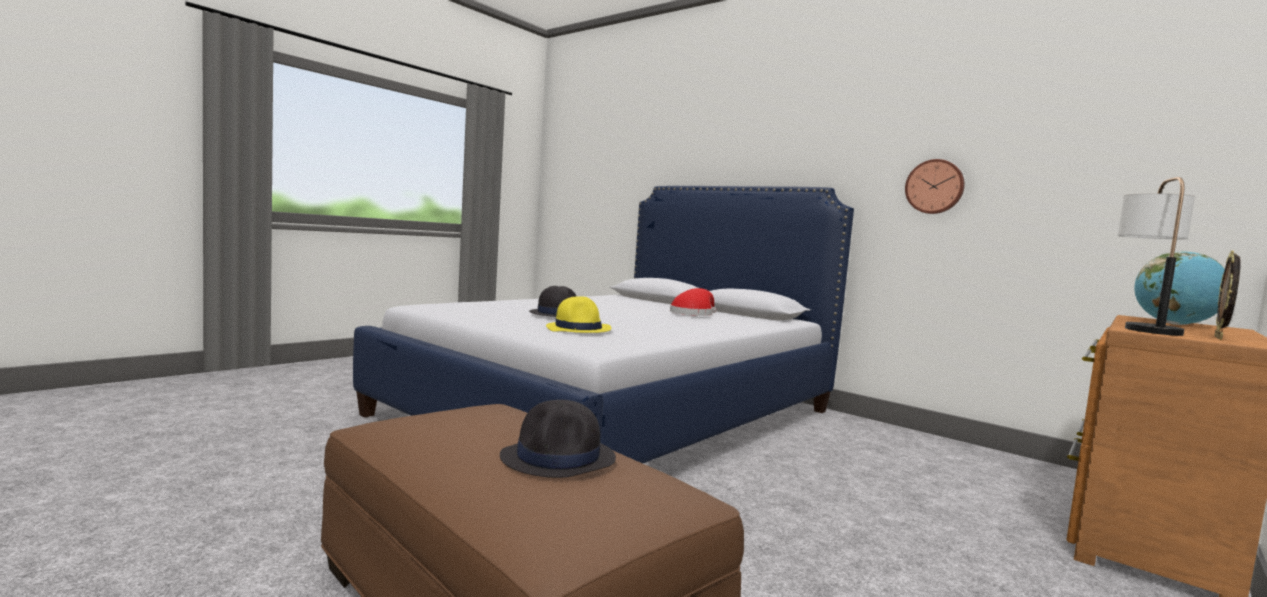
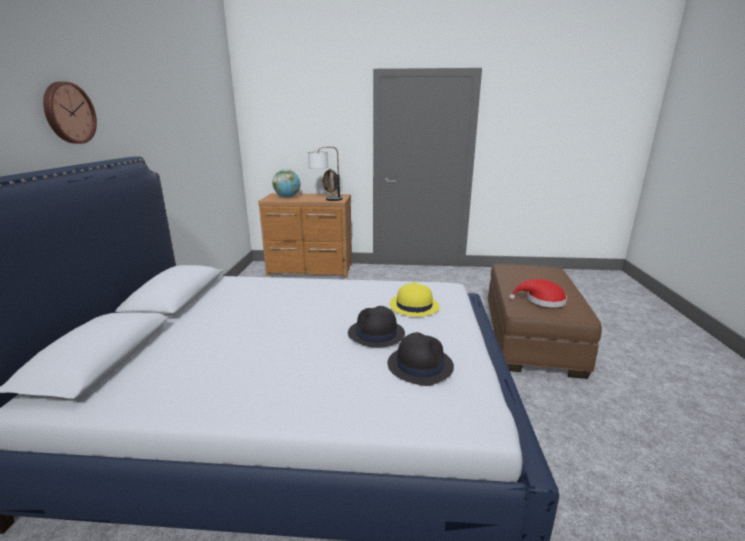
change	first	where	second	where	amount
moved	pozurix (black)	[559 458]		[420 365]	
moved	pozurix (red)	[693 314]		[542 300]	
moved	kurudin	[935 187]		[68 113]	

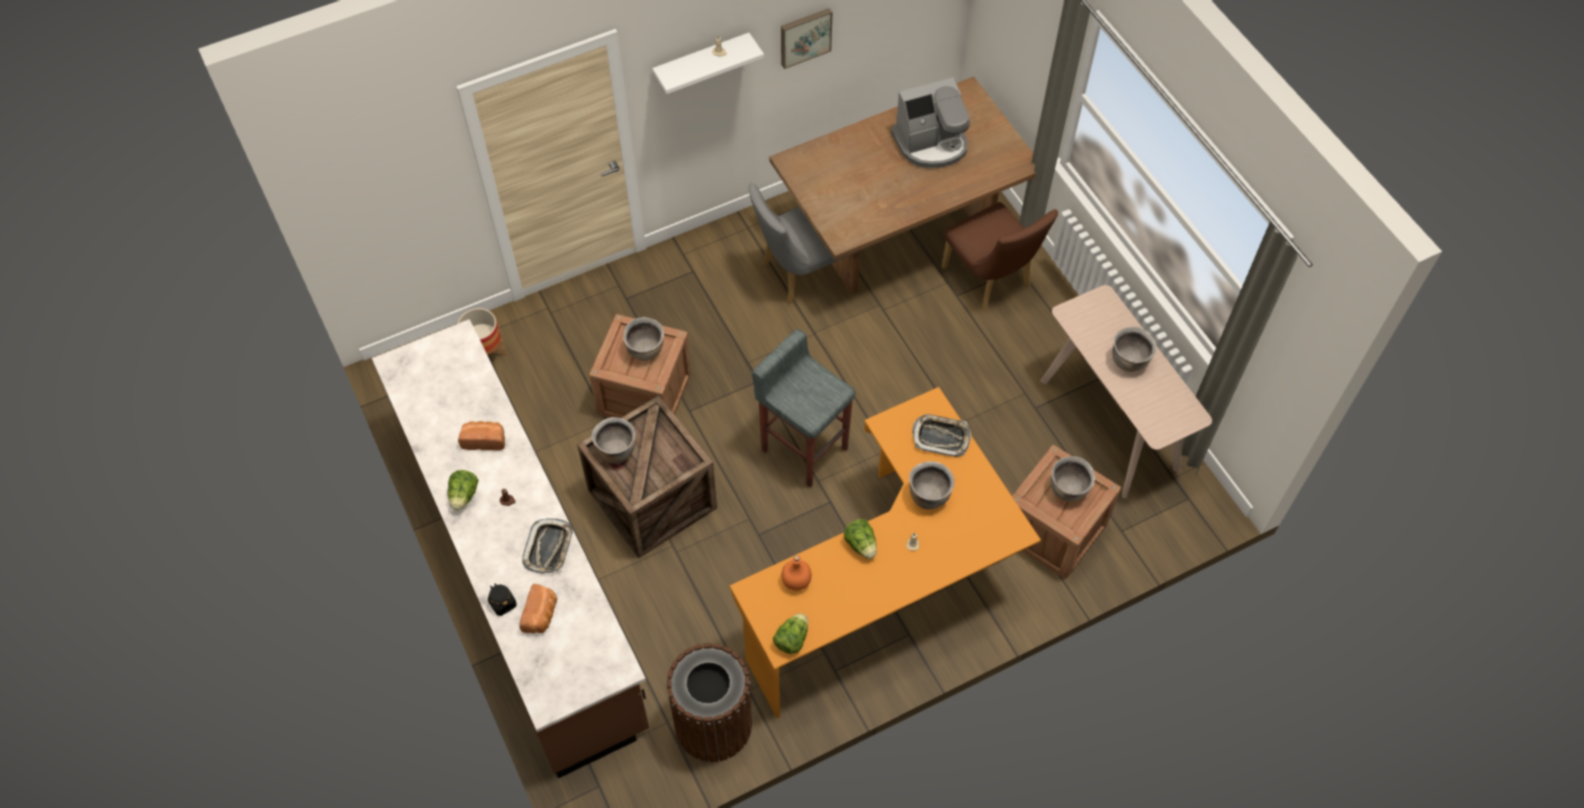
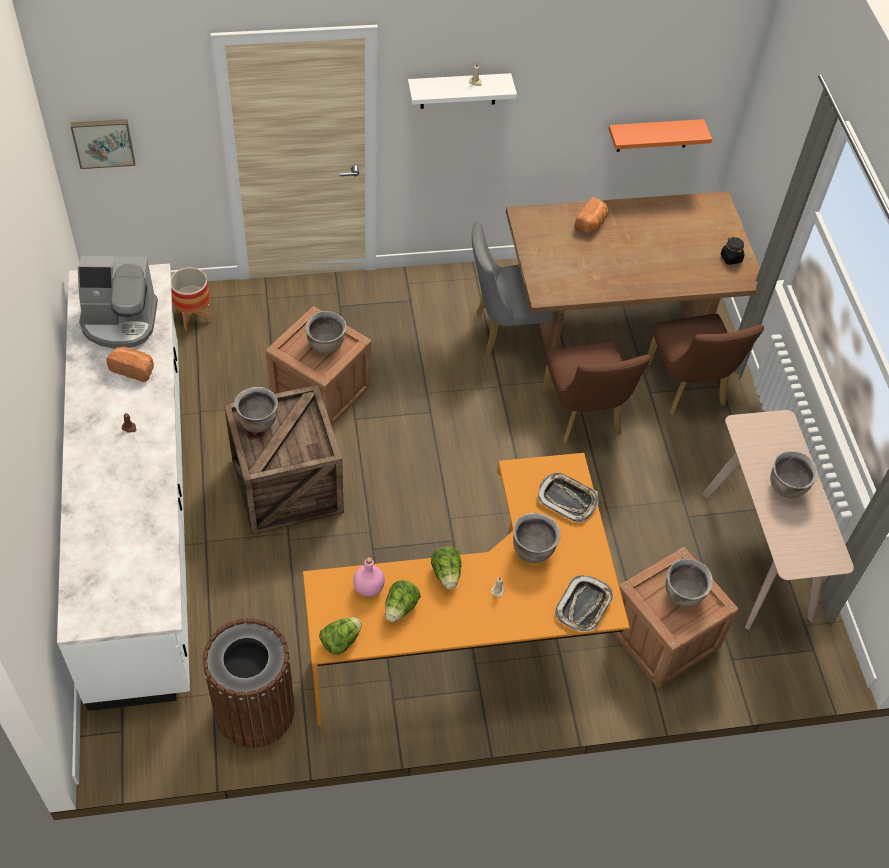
change	first	where	second	where	amount
recoloured	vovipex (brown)	[522 572]	vovipex (white)	[140 513]	
moved	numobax	[464 496]		[400 608]	
moved	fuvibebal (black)	[503 603]		[731 258]	
moved	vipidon	[541 615]		[591 224]	
moved	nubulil	[549 548]		[584 606]	
removed	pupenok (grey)	[804 448]			
moved	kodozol	[805 36]		[103 142]	
recoloured	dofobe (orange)	[796 580]	dofobe (pink)	[369 587]	
moved	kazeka	[931 143]		[120 322]	
added			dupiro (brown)	[584 417]	
added			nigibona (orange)	[653 135]	

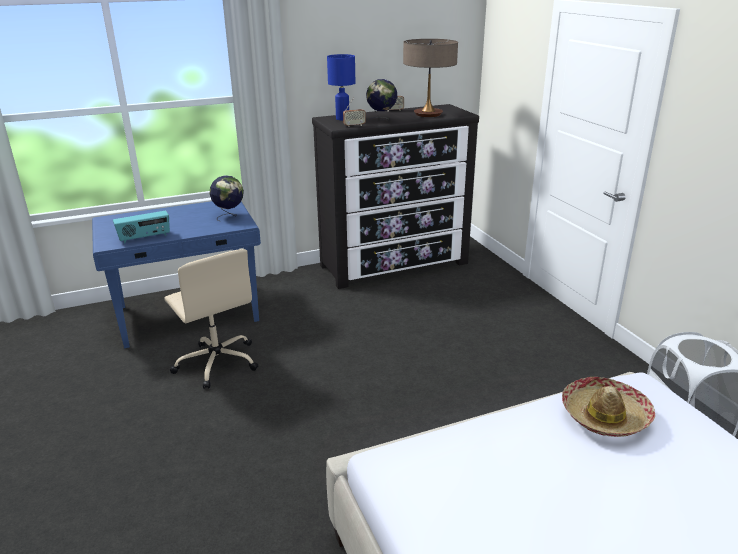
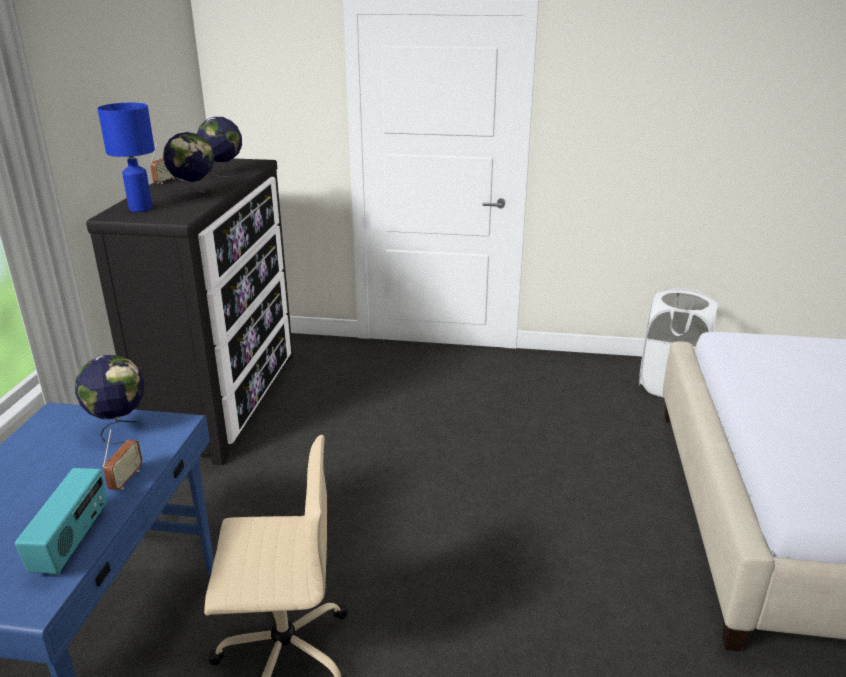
change	first	where	second	where	amount
moved	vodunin	[354 125]		[126 479]	
replaced	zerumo	[428 114]	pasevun	[223 173]	
removed	pozurix	[605 415]			

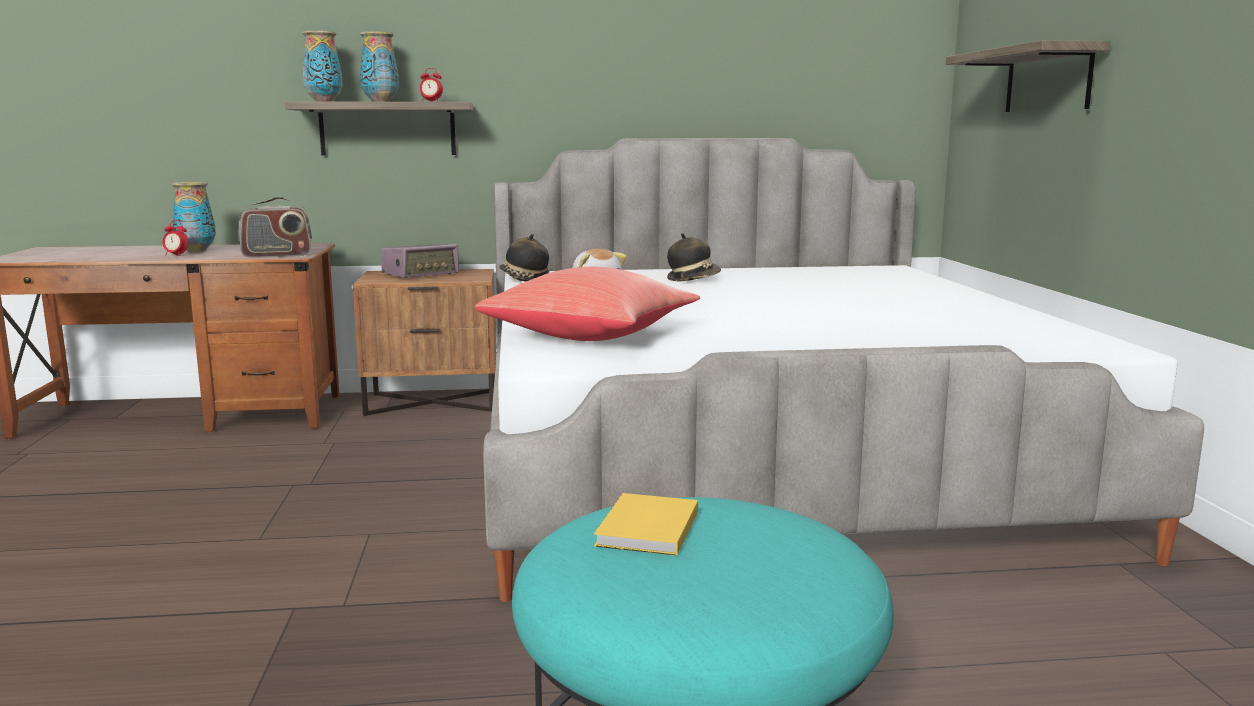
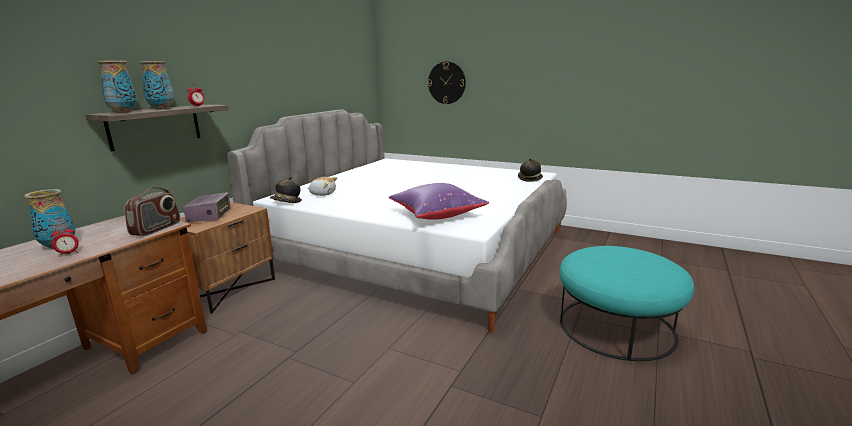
change	first	where	second	where	amount
recoloured	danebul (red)	[592 337]	danebul (purple)	[436 215]	
removed	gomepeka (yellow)	[645 530]			
moved	pozurix	[693 279]		[530 179]	
replaced	nigibona	[1048 80]	kurudin	[446 82]	

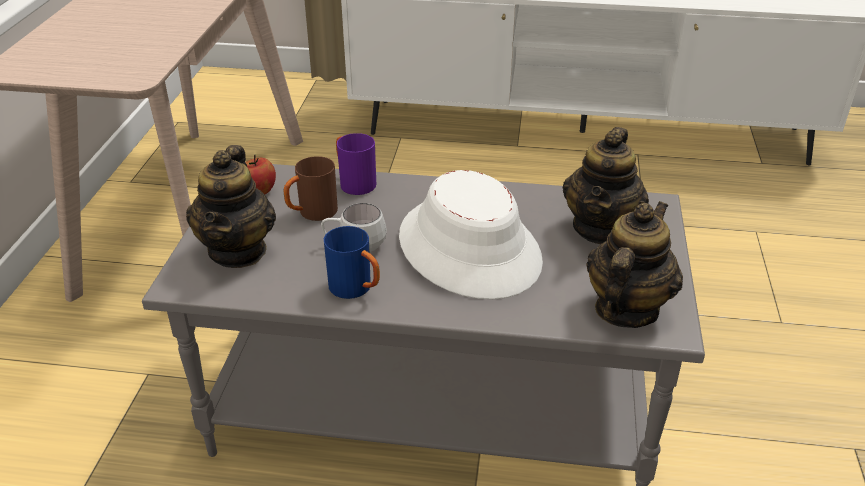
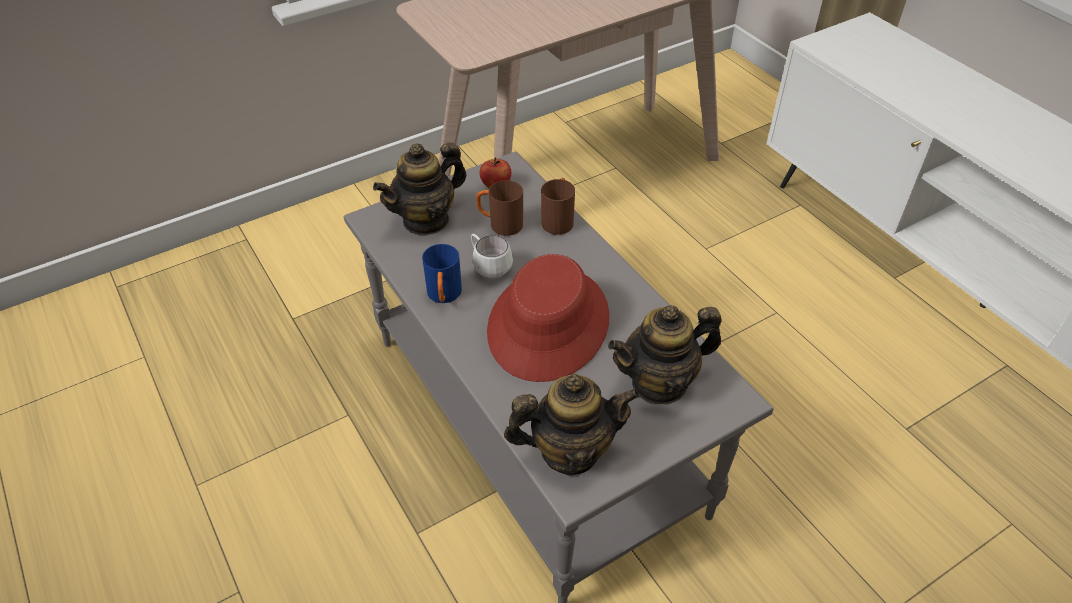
change	first	where	second	where	amount
recoloured	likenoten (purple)	[353 183]	likenoten (brown)	[558 220]	
recoloured	pozurix (white)	[470 248]	pozurix (red)	[549 324]	

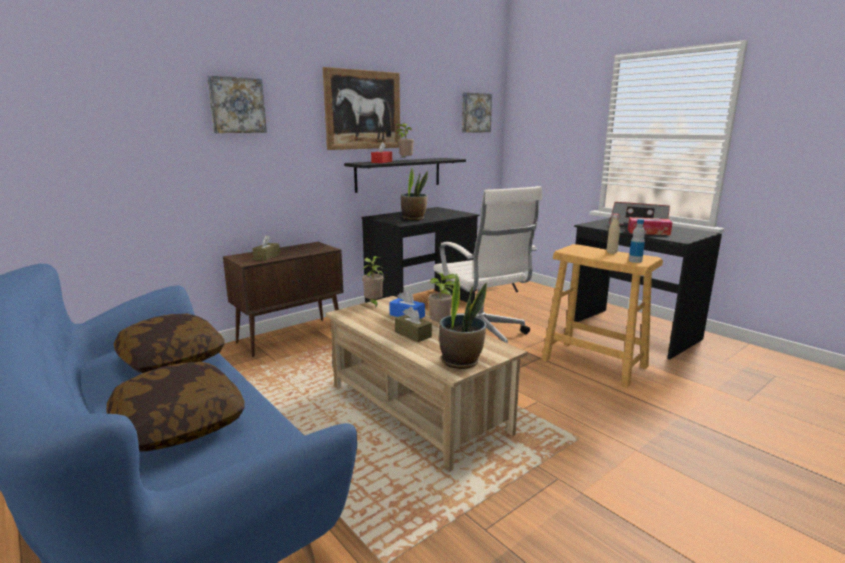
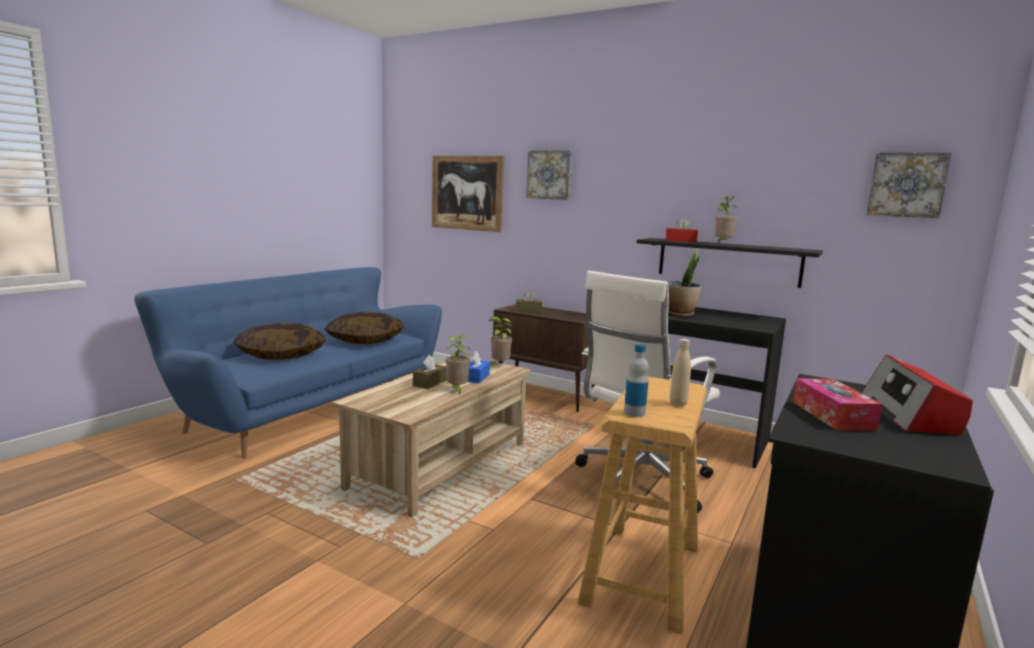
change	first	where	second	where	amount
moved	kodozol	[363 110]		[467 193]	
removed	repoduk	[461 361]			

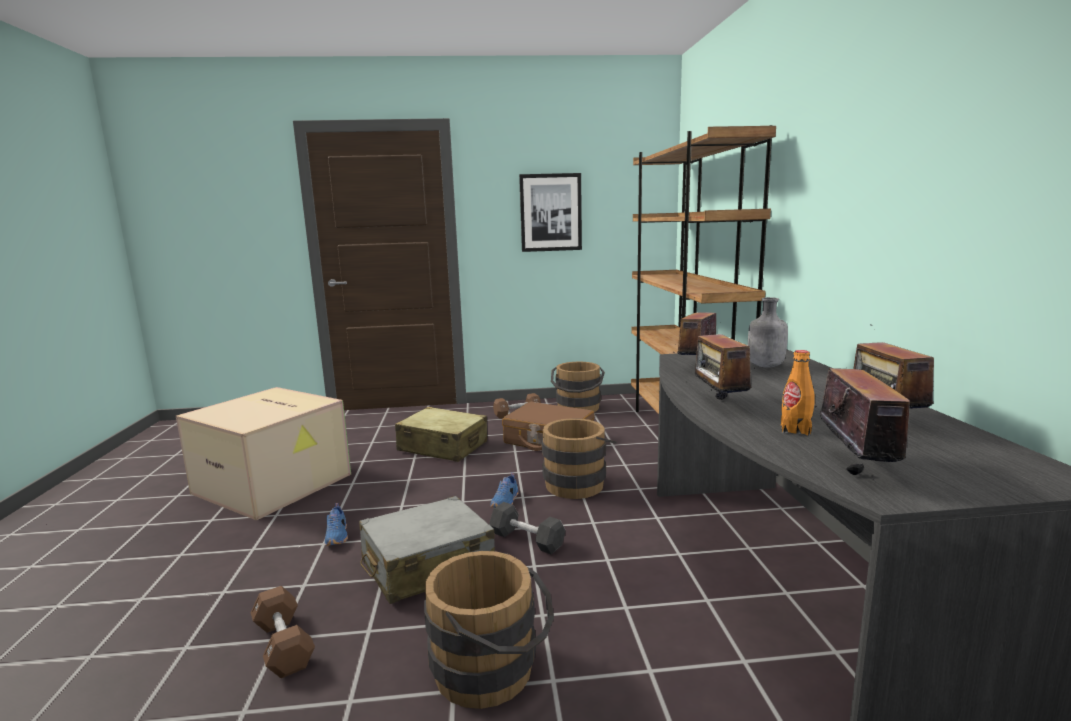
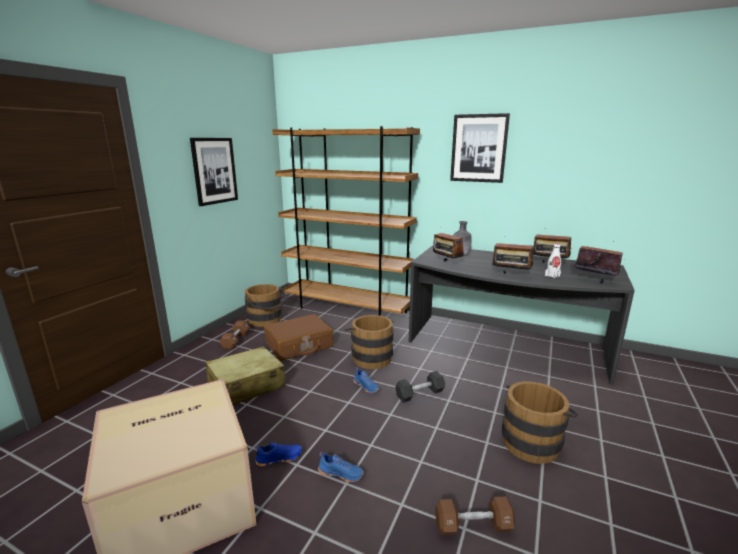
change	first	where	second	where	amount
removed	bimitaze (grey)	[427 565]			
recoloured	dofobe (orange)	[795 430]	dofobe (white)	[552 275]	
added			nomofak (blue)	[279 458]	
added			kodozol	[478 148]	

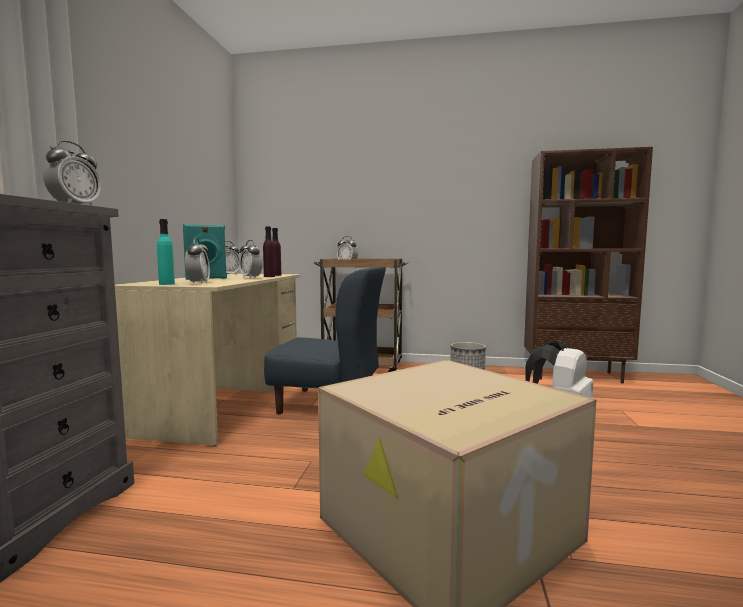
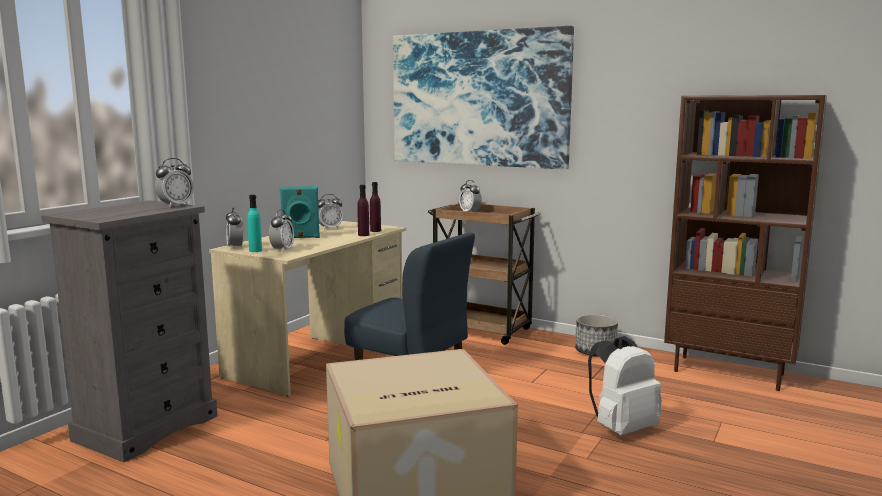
change	first	where	second	where	amount
moved	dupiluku	[251 278]		[235 247]	
added			kodozol	[478 99]	

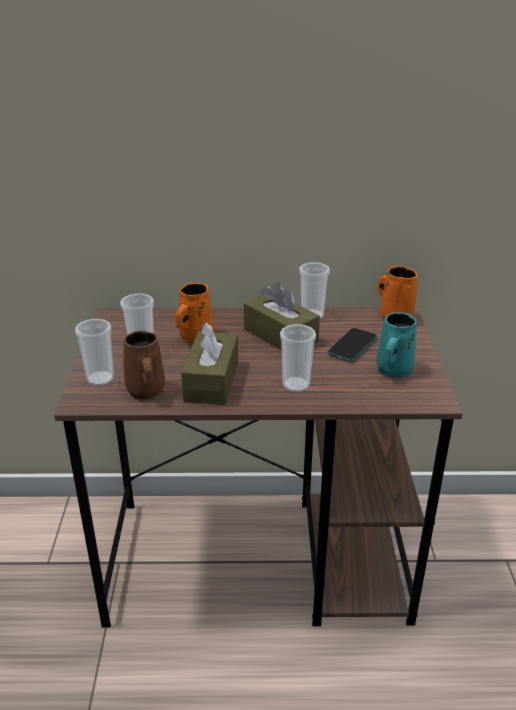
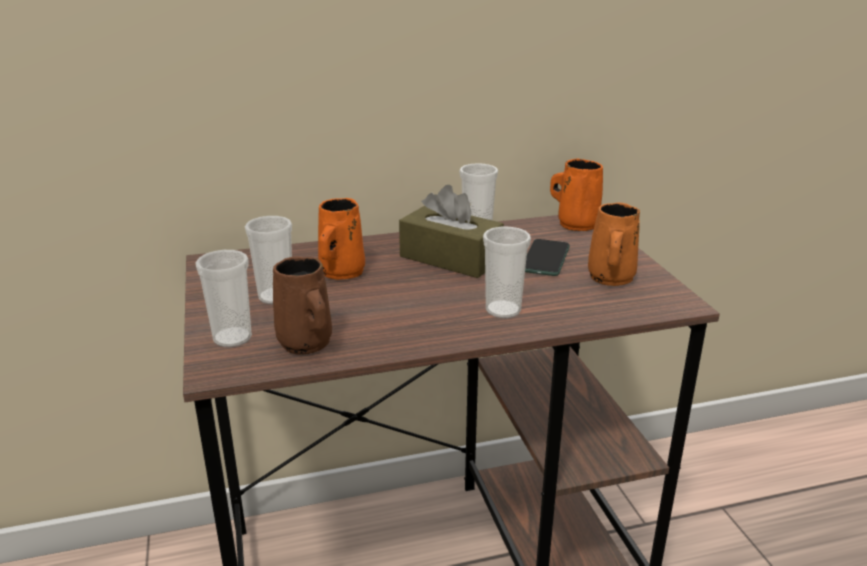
change	first	where	second	where	amount
removed	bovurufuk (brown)	[211 381]			
recoloured	likenoten (turquoise)	[393 371]	likenoten (orange)	[610 279]	

